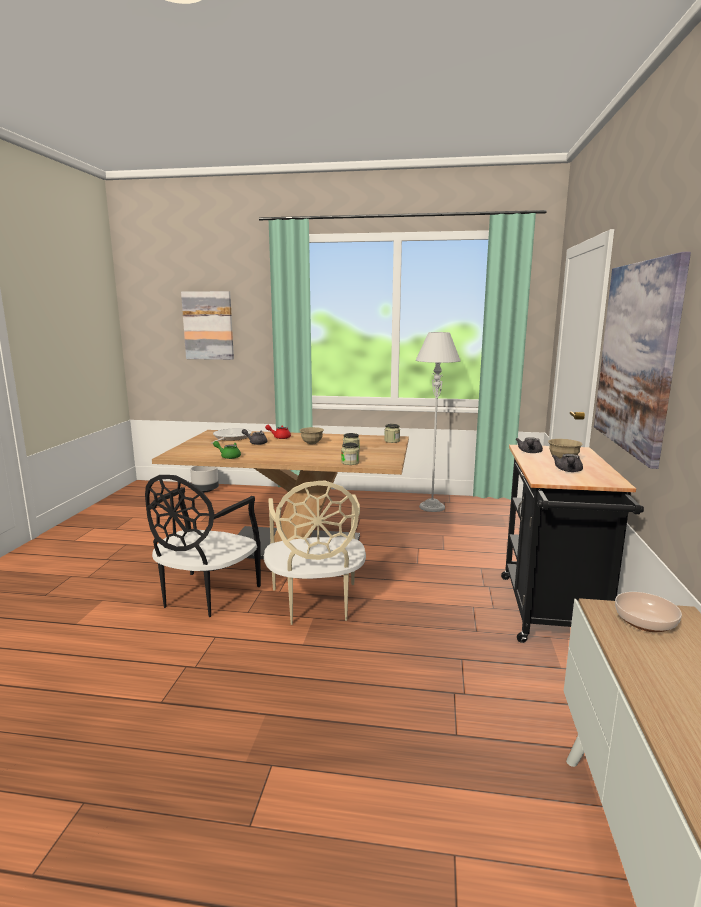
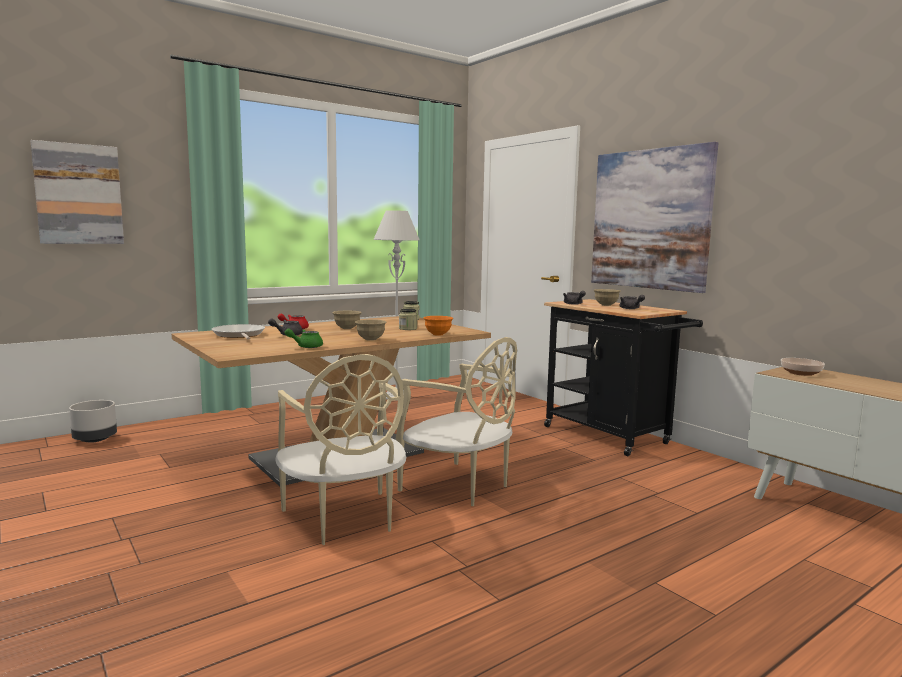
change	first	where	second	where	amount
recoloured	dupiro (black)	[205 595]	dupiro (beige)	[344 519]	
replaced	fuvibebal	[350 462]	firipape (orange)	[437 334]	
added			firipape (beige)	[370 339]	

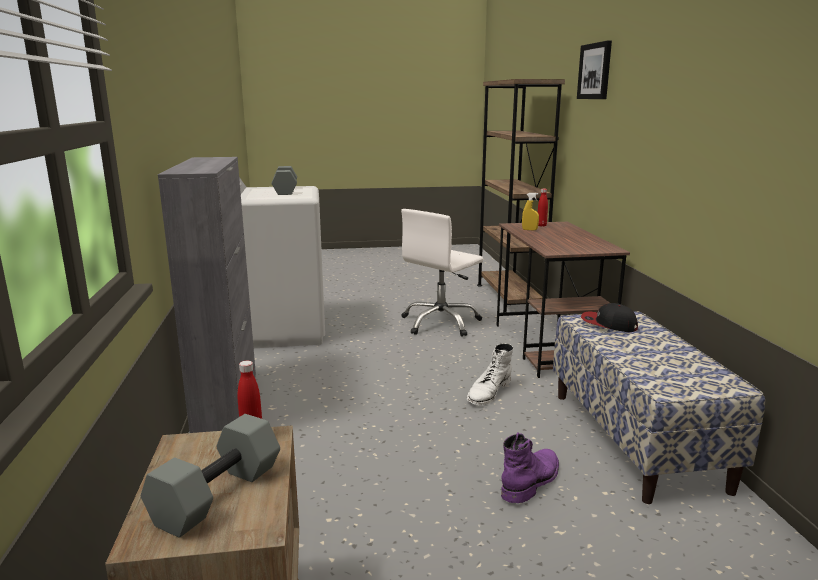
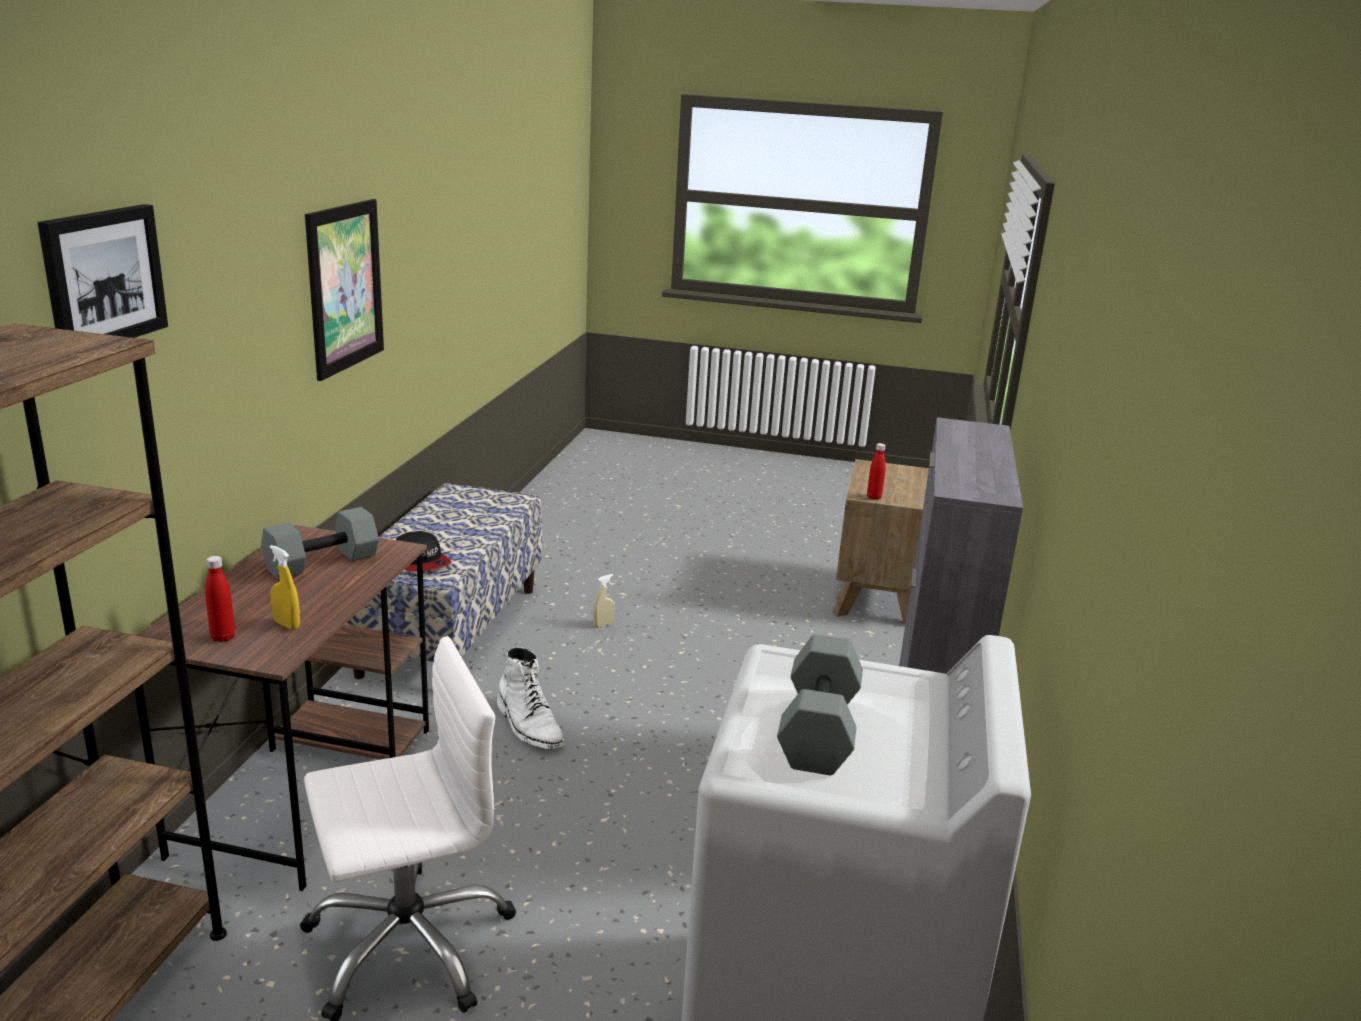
change	first	where	second	where	amount
moved	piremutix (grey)	[218 496]		[322 562]	
turned	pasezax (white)	[488 392]		[529 725]	90 degrees clockwise
replaced	pasezax (purple)	[531 481]	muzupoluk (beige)	[603 625]	
added			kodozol	[345 287]	

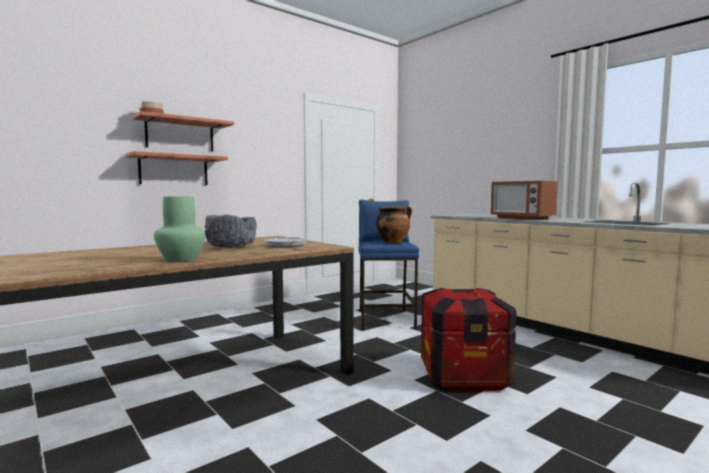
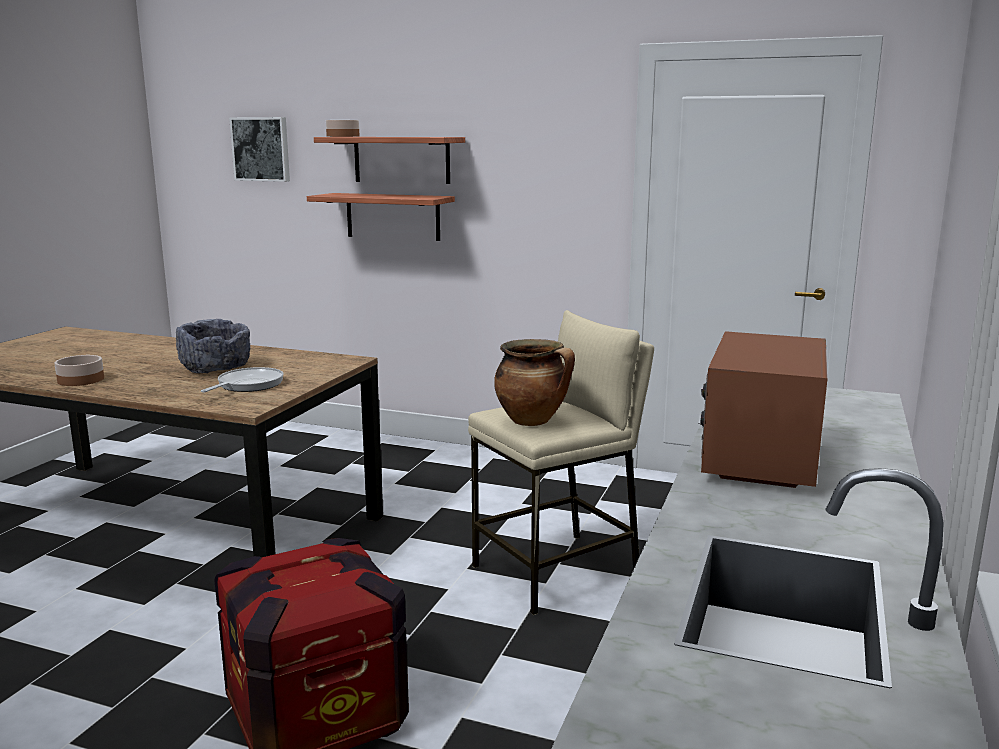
change	first	where	second	where	amount
replaced	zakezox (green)	[181 259]	firipape	[80 380]	
recoloured	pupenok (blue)	[385 319]	pupenok (beige)	[557 571]	
added			kodozol	[261 149]	

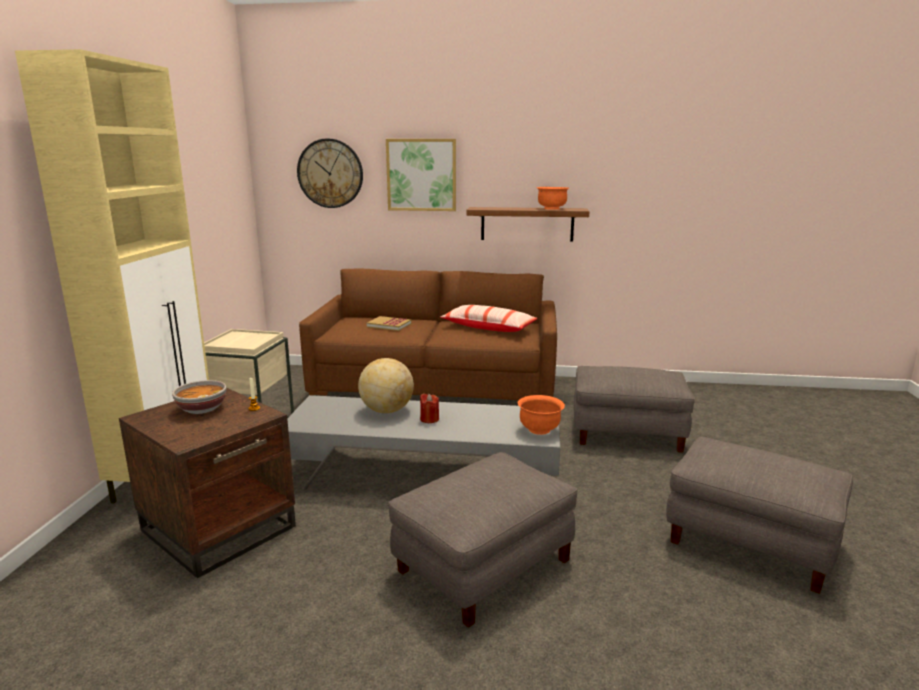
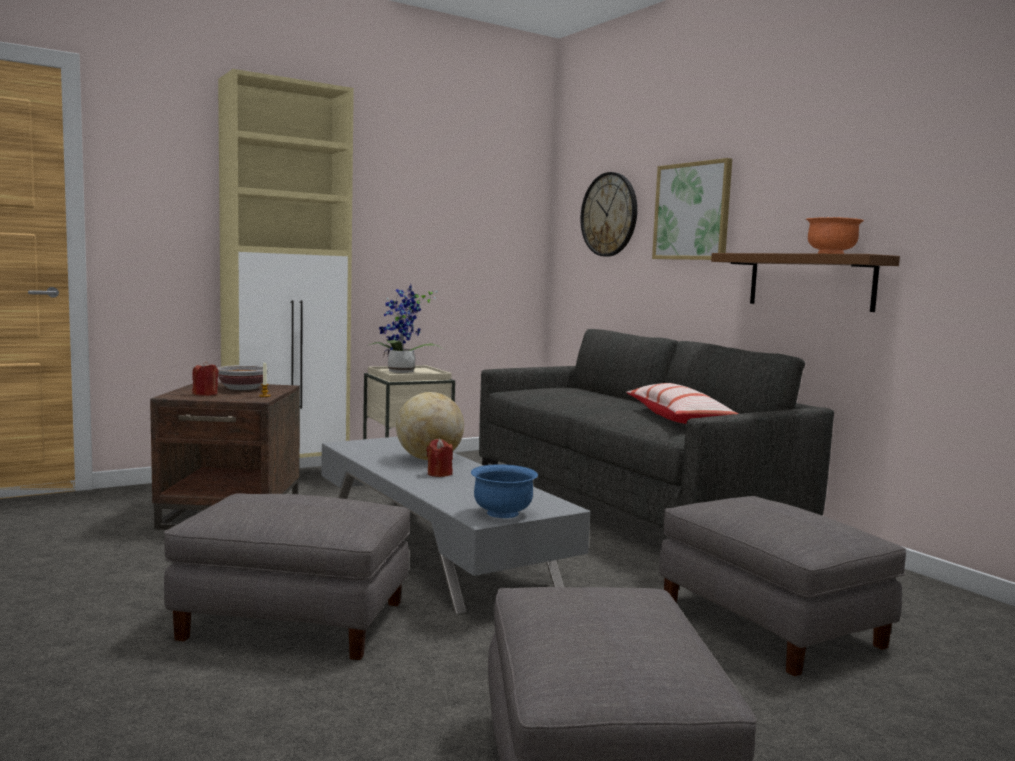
change	first	where	second	where	amount
recoloured	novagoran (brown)	[436 392]	novagoran (grey)	[631 507]	
removed	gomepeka	[389 325]			
recoloured	firipape (orange)	[539 430]	firipape (blue)	[502 513]	
added			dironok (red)	[205 394]	
added			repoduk	[402 372]	

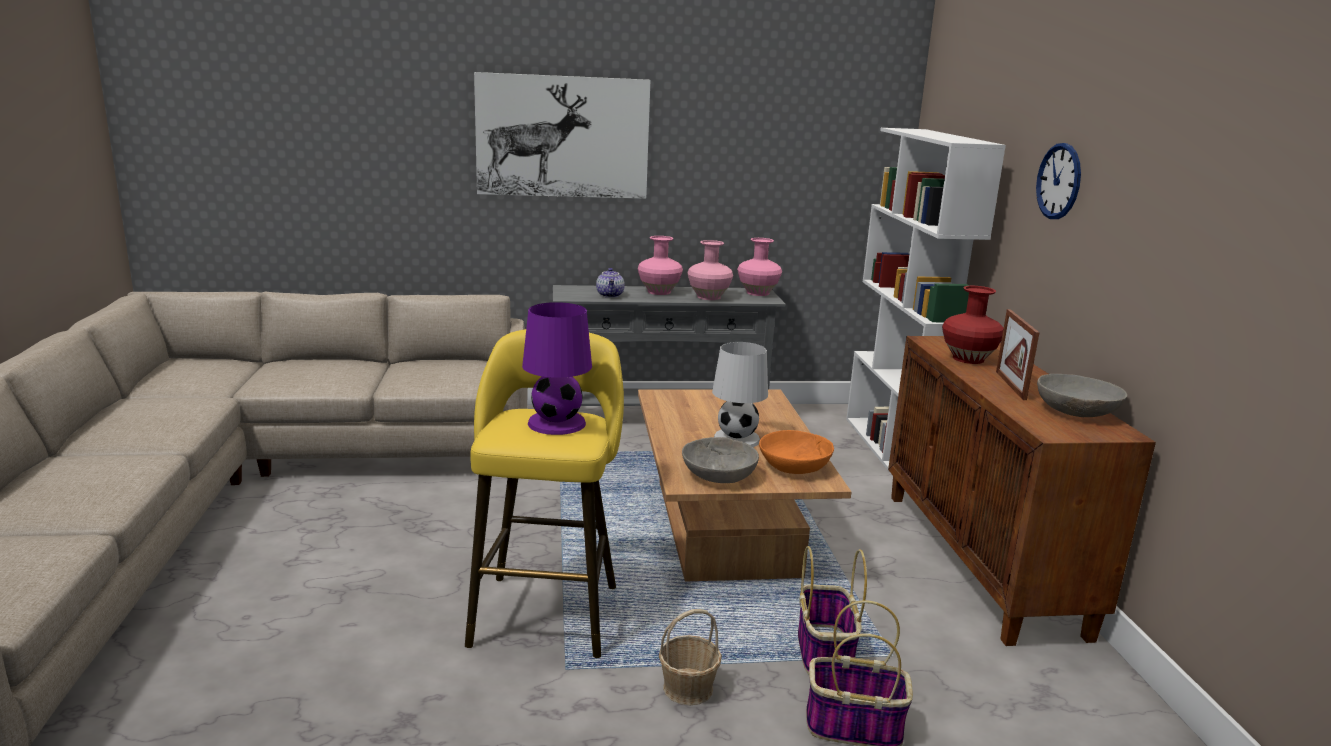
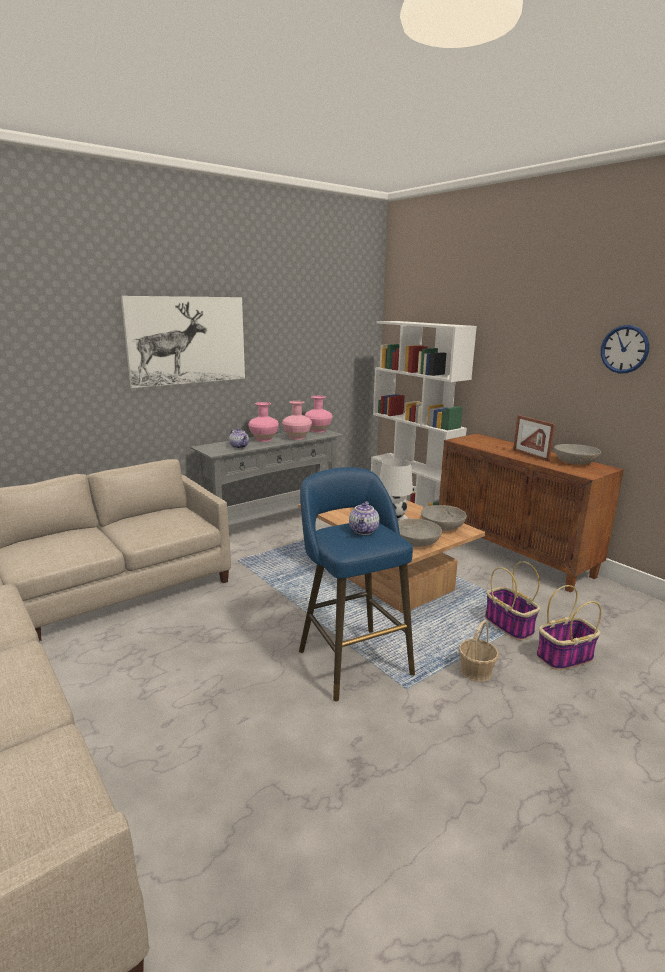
change	first	where	second	where	amount
recoloured	pupenok (yellow)	[546 609]	pupenok (blue)	[351 658]	
replaced	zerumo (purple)	[557 423]	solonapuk	[364 531]	
recoloured	firipape (orange)	[794 466]	firipape (grey)	[442 526]	
removed	zakezox (red)	[968 359]			
moved	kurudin	[1059 181]		[624 349]	

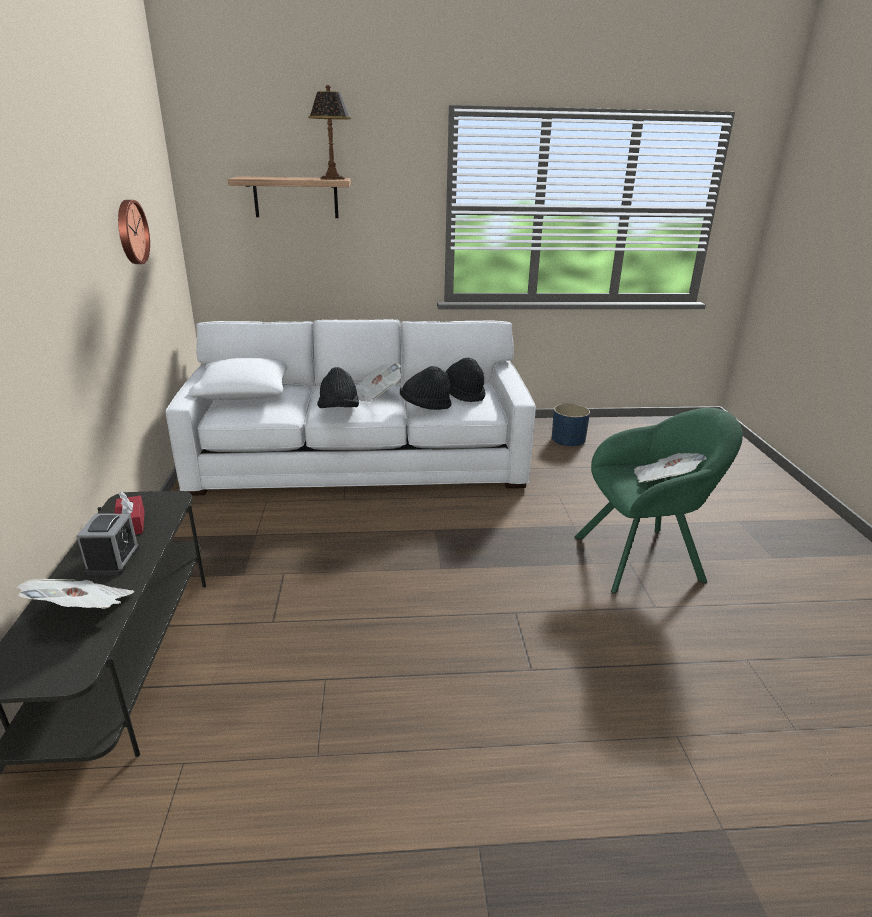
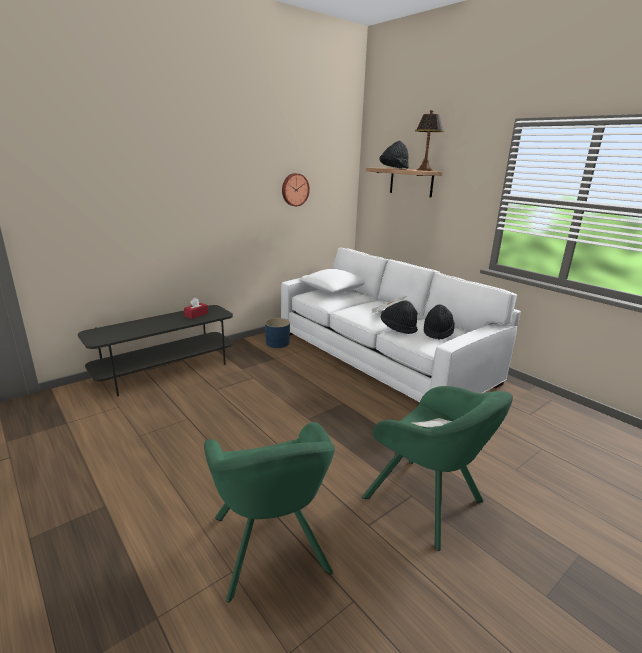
change	first	where	second	where	amount
removed	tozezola	[84 612]			
removed	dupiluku	[113 560]			
moved	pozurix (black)	[339 410]		[393 168]	
moved	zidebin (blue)	[568 439]		[277 343]	
added			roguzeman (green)	[271 549]	

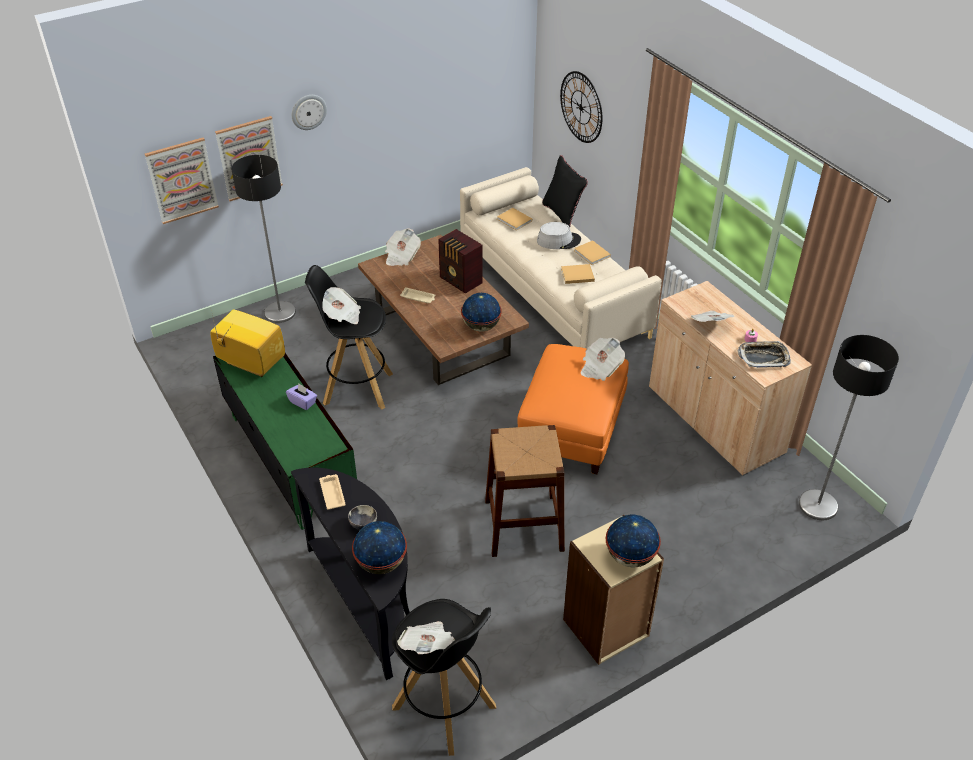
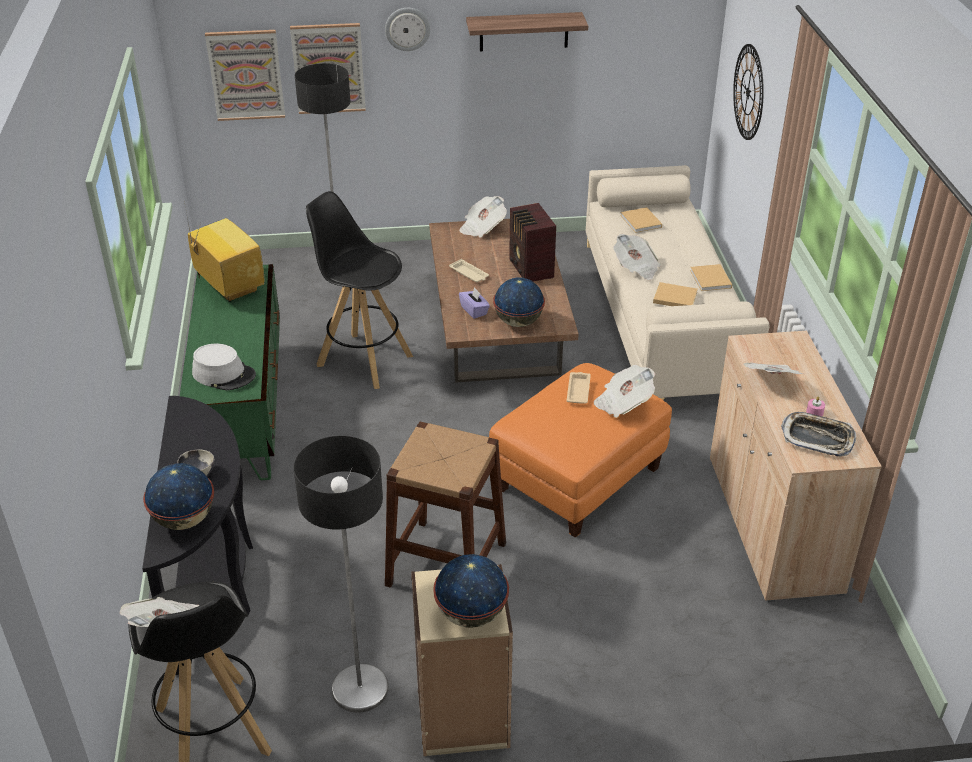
change	first	where	second	where	amount
moved	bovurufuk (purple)	[303 402]		[474 311]	
moved	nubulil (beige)	[332 493]		[578 390]	
moved	tozezola	[341 315]		[636 268]	
moved	pozurix (grey)	[558 240]		[224 374]	
removed	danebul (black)	[562 214]			
moved	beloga	[818 505]		[360 689]	
added			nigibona	[524 31]	

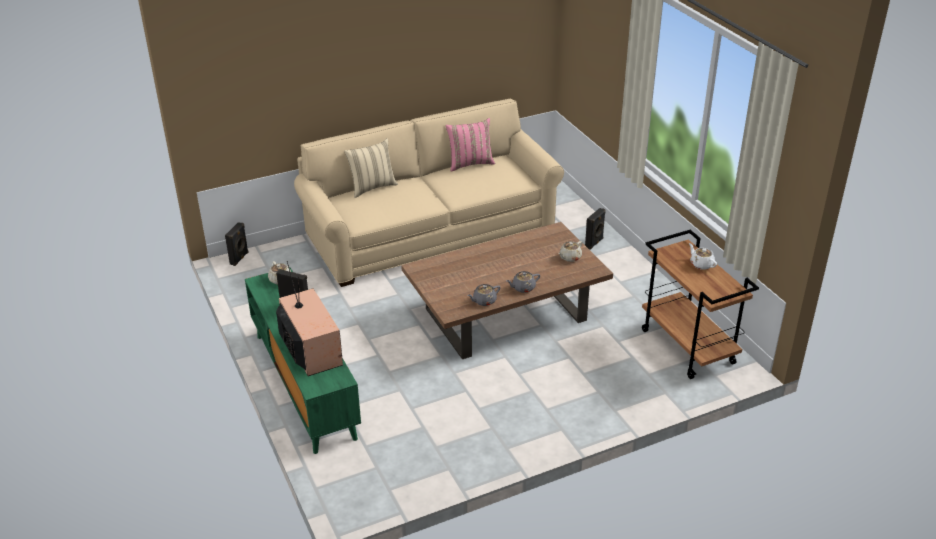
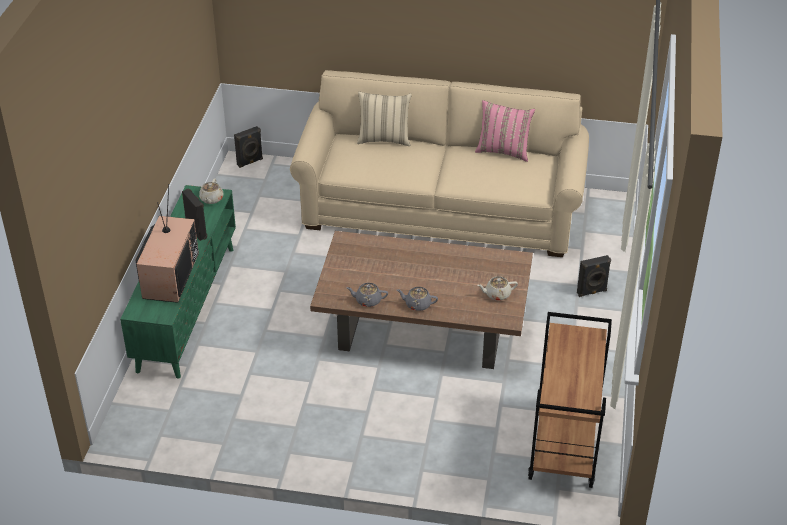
change	first	where	second	where	amount
removed	solonapuk (white)	[701 264]			

